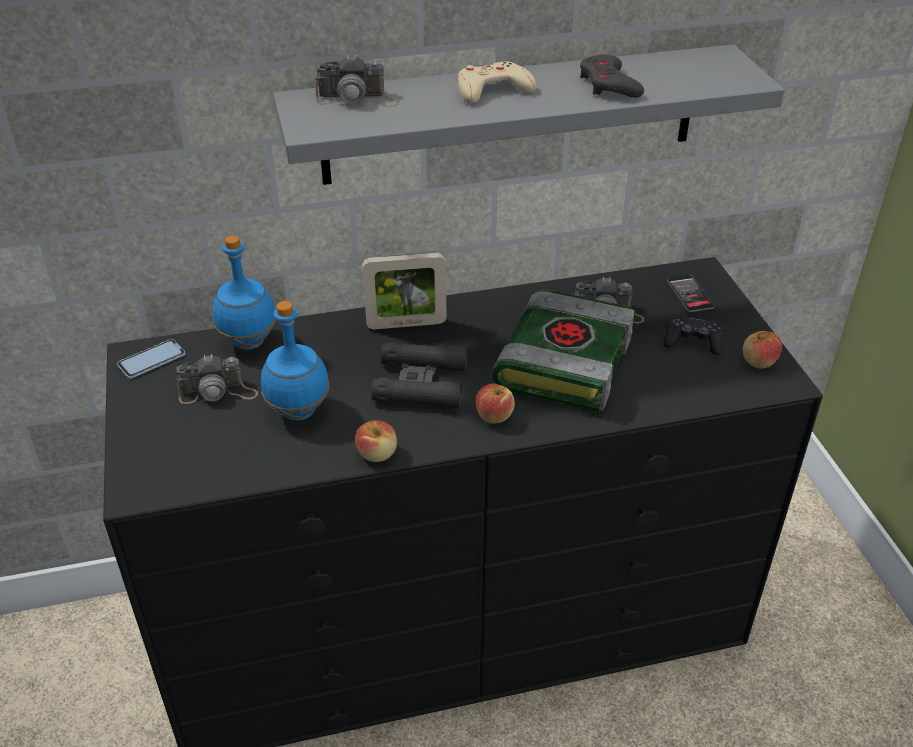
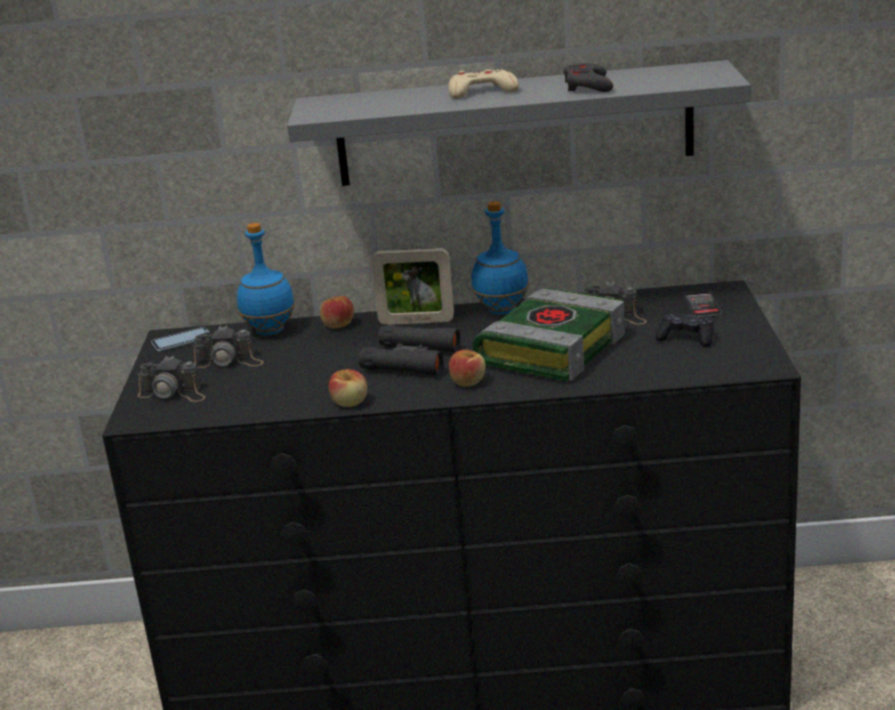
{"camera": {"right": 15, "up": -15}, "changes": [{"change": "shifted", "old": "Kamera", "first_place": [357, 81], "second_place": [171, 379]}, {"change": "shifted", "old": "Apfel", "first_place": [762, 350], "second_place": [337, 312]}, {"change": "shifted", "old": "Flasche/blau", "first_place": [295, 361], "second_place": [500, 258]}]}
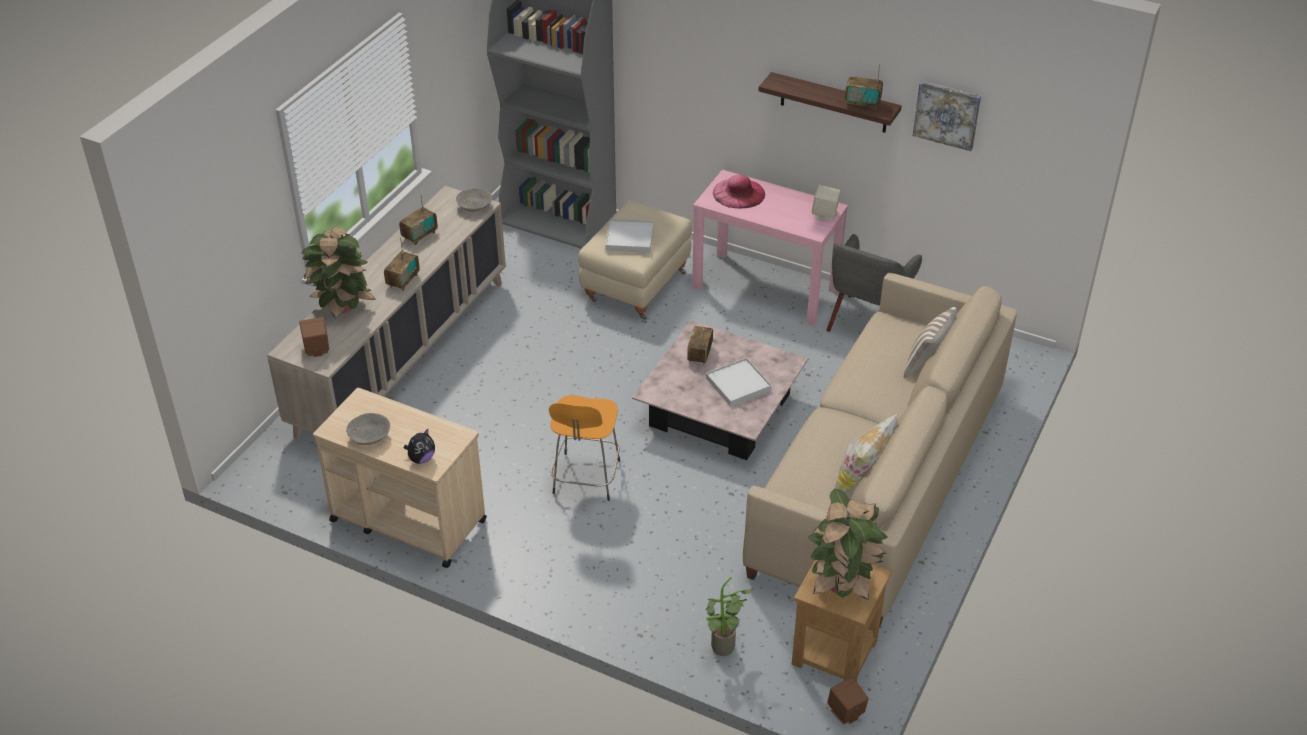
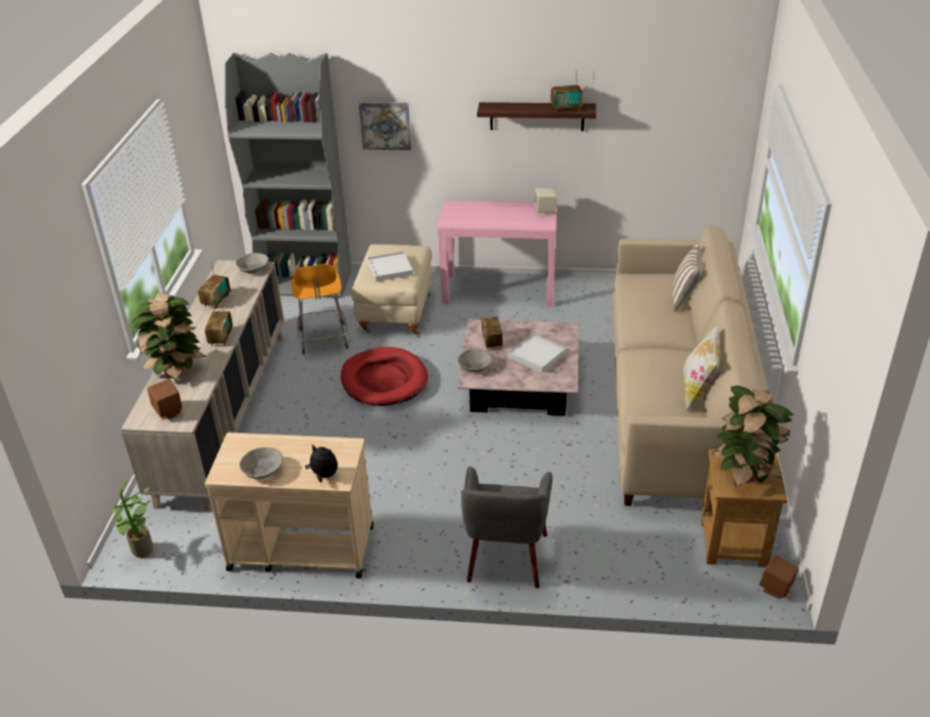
{"camera": {"right": -20, "up": -5}, "changes": [{"change": "shifted", "old": "Topfpflanze", "first_place": [730, 616], "second_place": [132, 519]}, {"change": "shifted", "old": "Hocker/orange", "first_place": [584, 448], "second_place": [319, 309]}, {"change": "rotated", "old": "Plüschtier", "first_place": [419, 446], "second_place": [321, 463], "degrees": -90}, {"change": "new", "new": "Hundebett/rot", "second_place": [384, 376]}, {"change": "shifted", "old": "Bild", "first_place": [947, 116], "second_place": [385, 126]}, {"change": "new", "new": "Schüssel/grau", "second_place": [475, 360]}, {"change": "shifted", "old": "Sessel/grau", "first_place": [874, 283], "second_place": [507, 527]}, {"change": "gone", "old": "Hut/rosa", "first_place": [739, 191]}]}
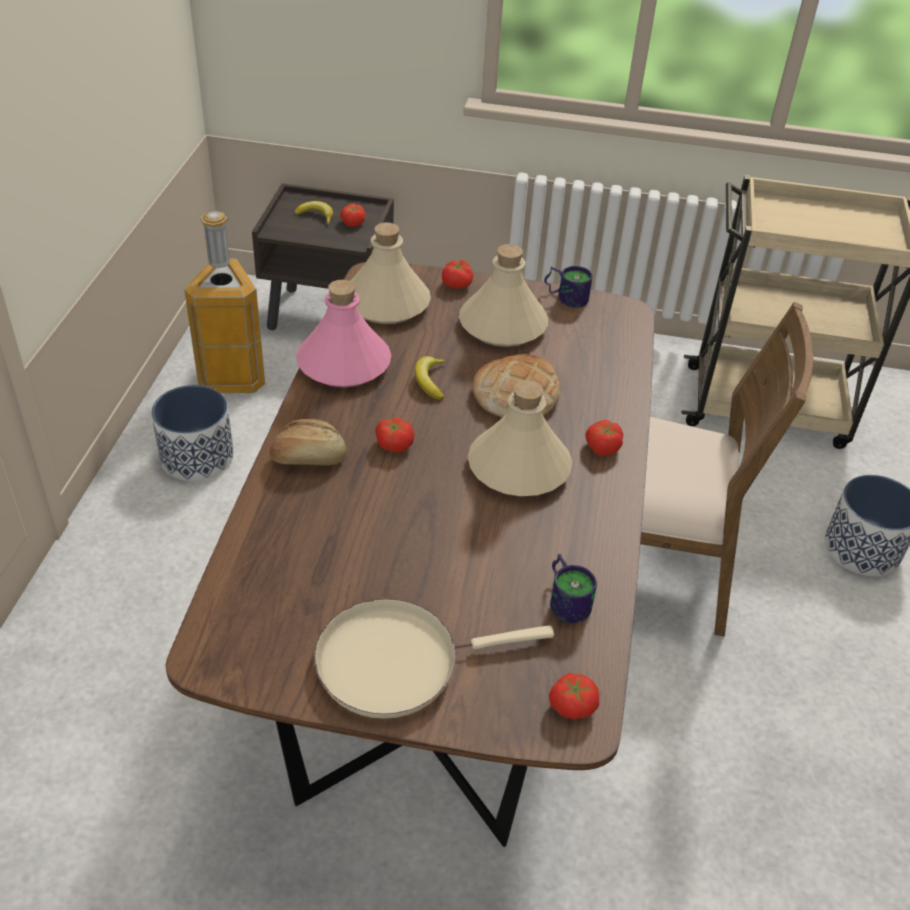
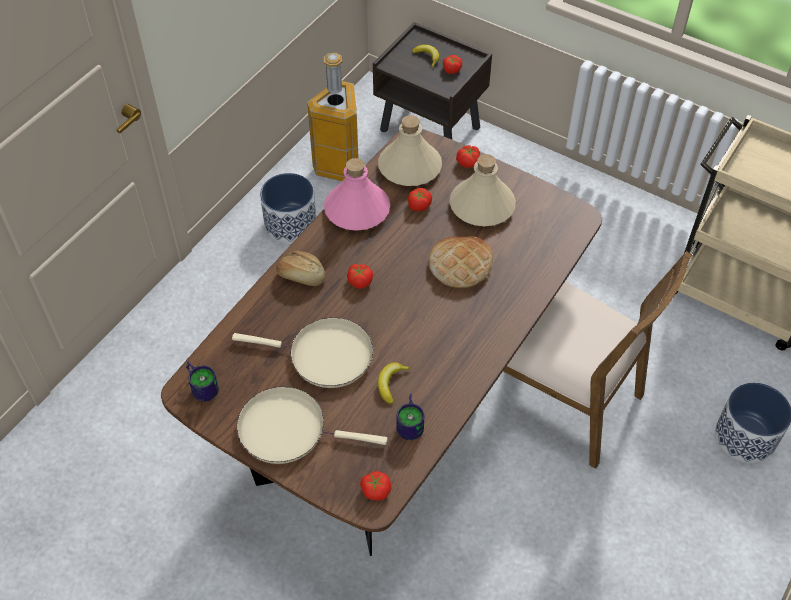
{"camera": {"right": 25, "up": 10}, "changes": [{"change": "shifted", "old": "Henkelbecher", "first_place": [568, 287], "second_place": [202, 381]}, {"change": "new", "new": "Pfanne/beige", "second_place": [302, 352]}, {"change": "shifted", "old": "Banane", "first_place": [430, 378], "second_place": [394, 383]}, {"change": "shifted", "old": "Tomate", "first_place": [604, 438], "second_place": [420, 199]}, {"change": "gone", "old": "Flasche/beige", "first_place": [520, 438]}]}
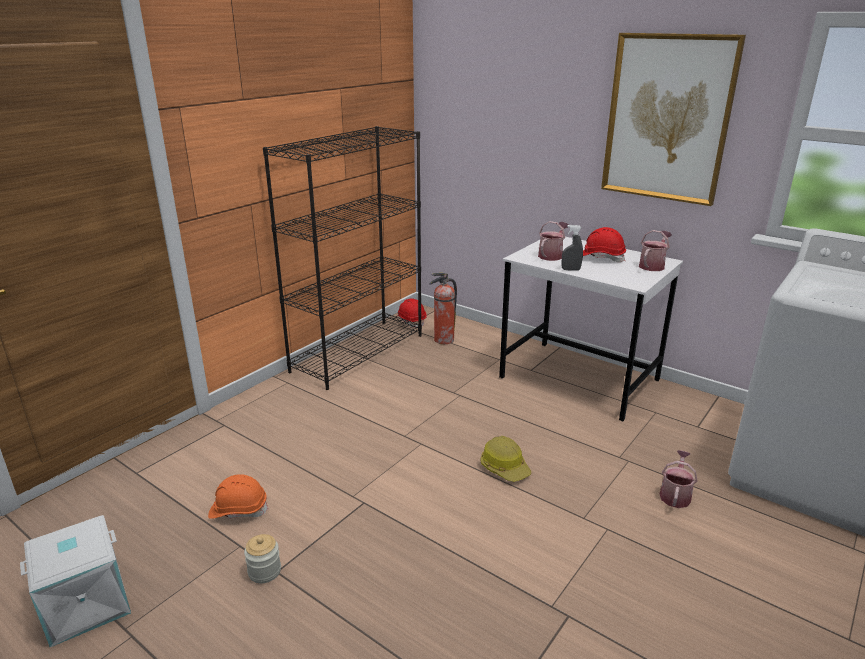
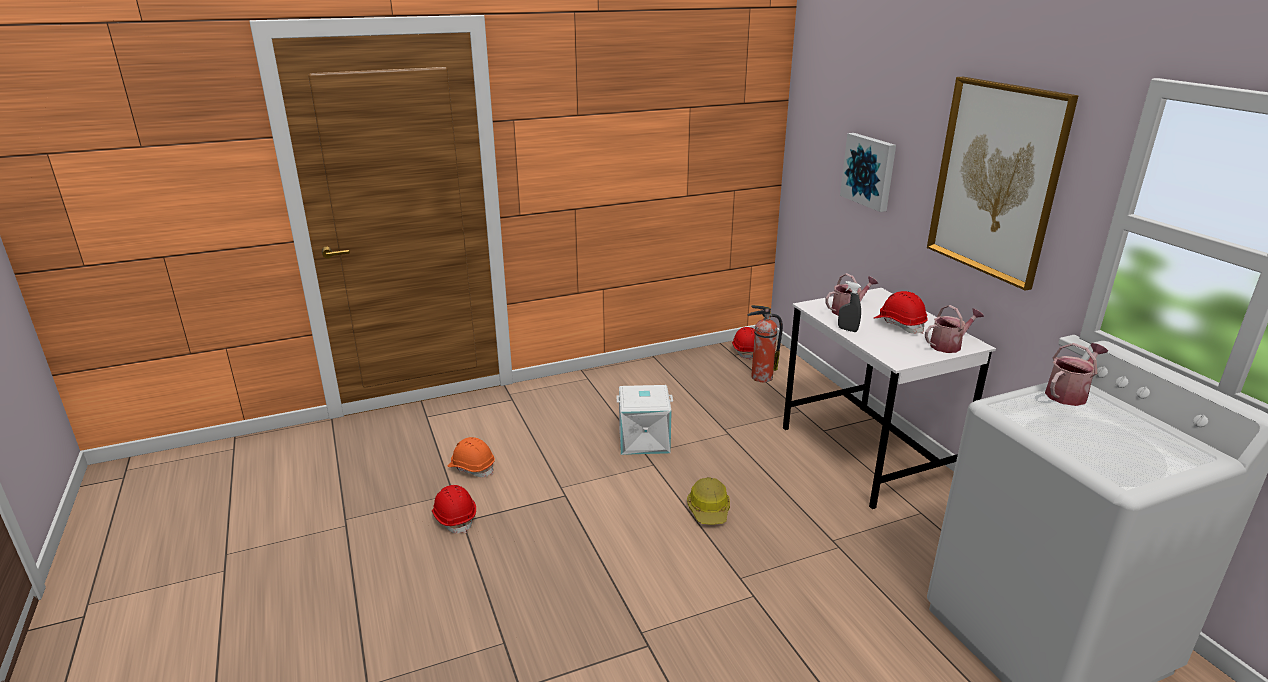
{"camera": {"right": 30, "up": 0}, "changes": [{"change": "swapped", "old": "Vorratsglas", "new": "Schutzhelm/rot", "first_place": [262, 558], "second_place": [454, 509]}, {"change": "shifted", "old": "Aufbewahrungsbox/weiß", "first_place": [75, 581], "second_place": [644, 420]}, {"change": "new", "new": "Bild", "second_place": [868, 172]}, {"change": "shifted", "old": "Gießkanne", "first_place": [678, 479], "second_place": [1076, 374]}, {"change": "gone", "old": "Bücherregal/schwarz", "first_place": [342, 258]}]}
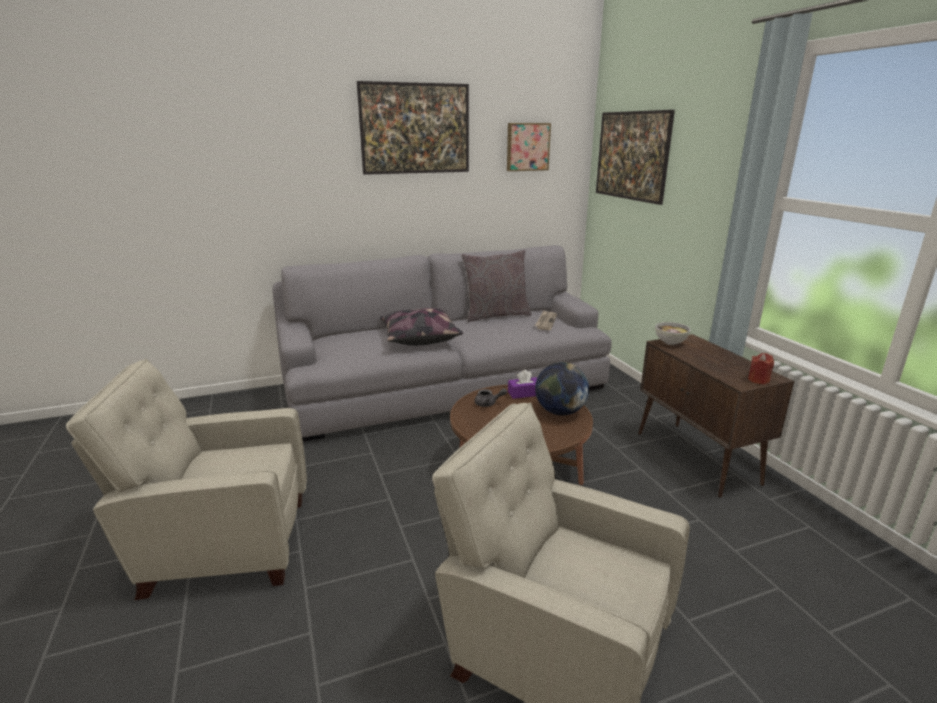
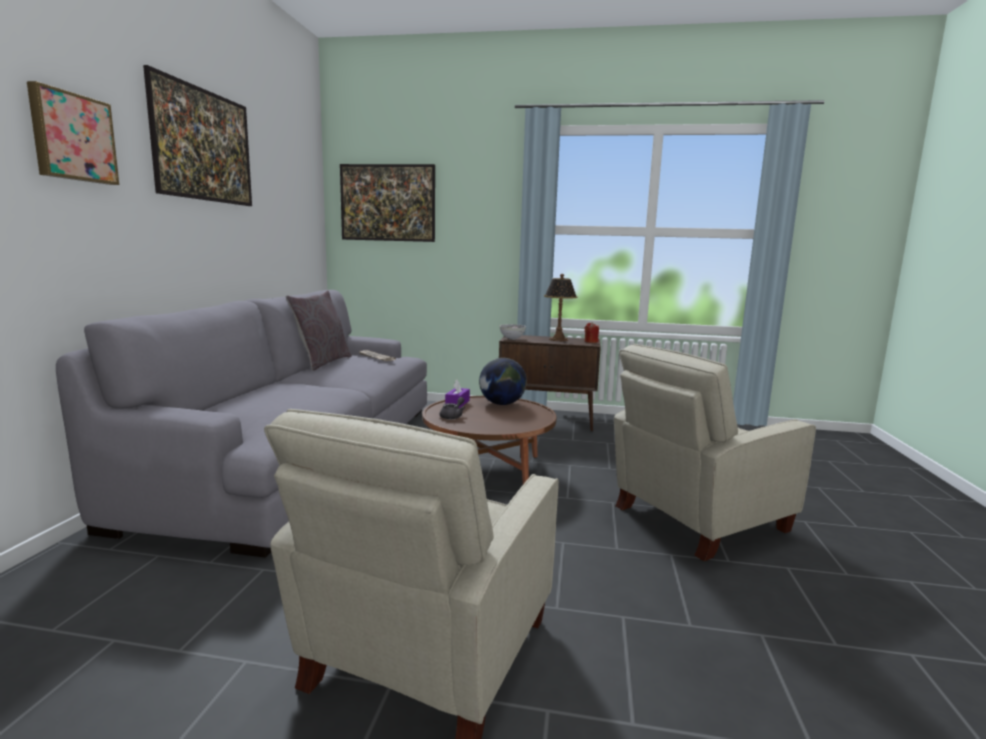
{"camera": {"right": -60, "up": -10}, "changes": [{"change": "shifted", "old": "Bild", "first_place": [529, 147], "second_place": [73, 133]}, {"change": "new", "new": "Tischlampe", "second_place": [561, 307]}, {"change": "gone", "old": "Kissen", "first_place": [421, 327]}]}
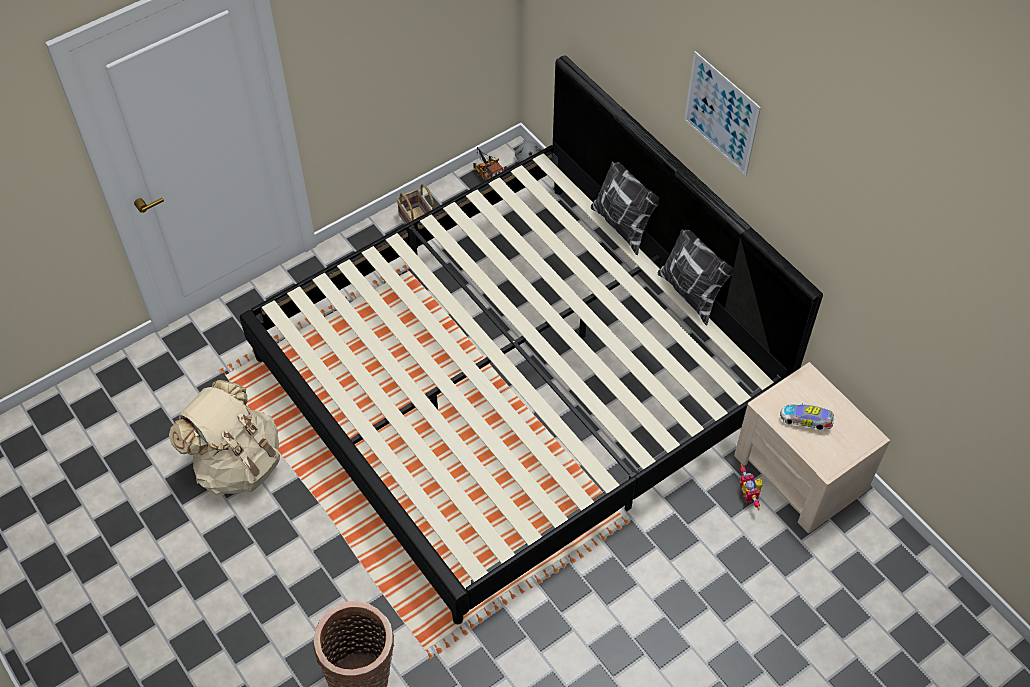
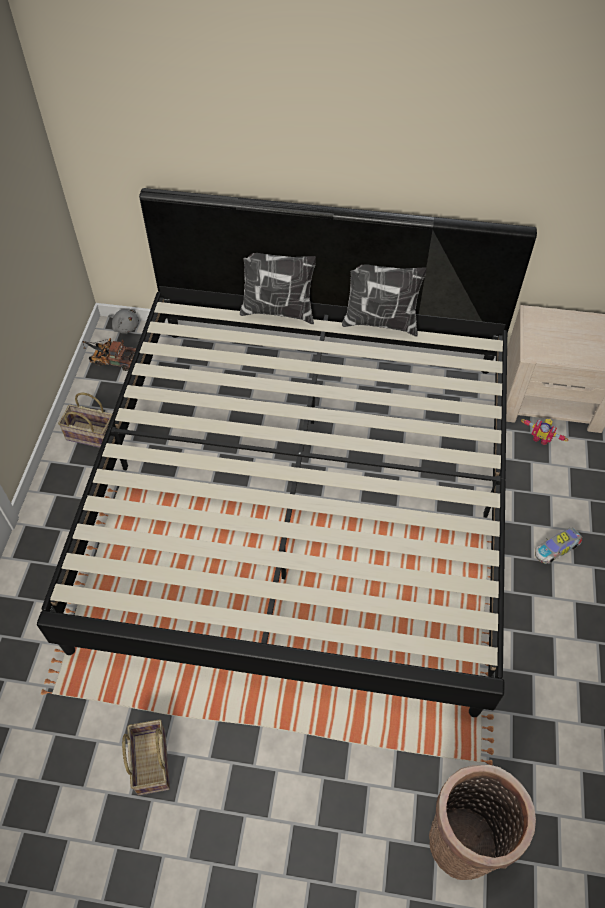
{"camera": {"right": -45, "up": 0}, "changes": [{"change": "swapped", "old": "Rucksack/beige", "new": "Korb", "first_place": [224, 438], "second_place": [146, 757]}, {"change": "shifted", "old": "Spielzeugauto", "first_place": [807, 416], "second_place": [558, 546]}, {"change": "gone", "old": "Bild", "first_place": [722, 113]}]}
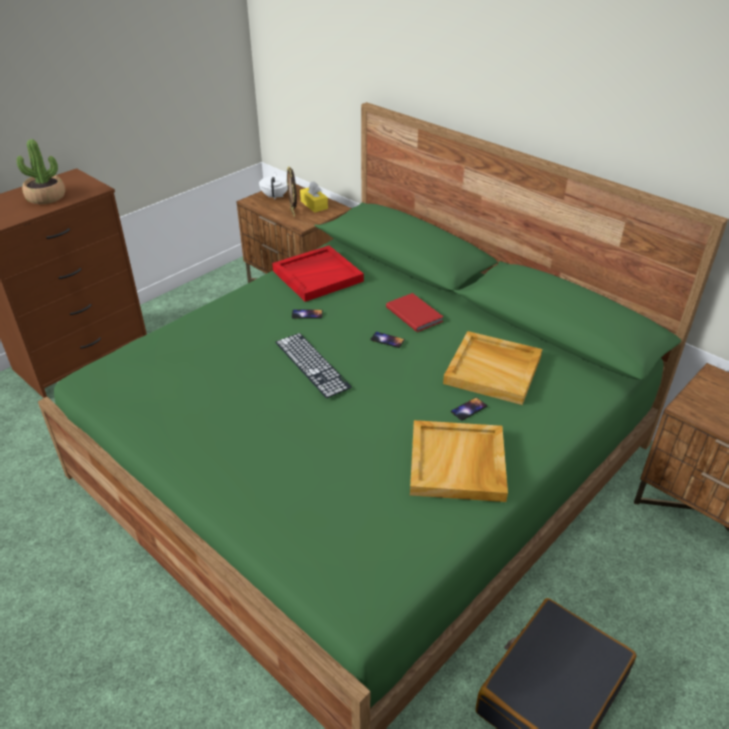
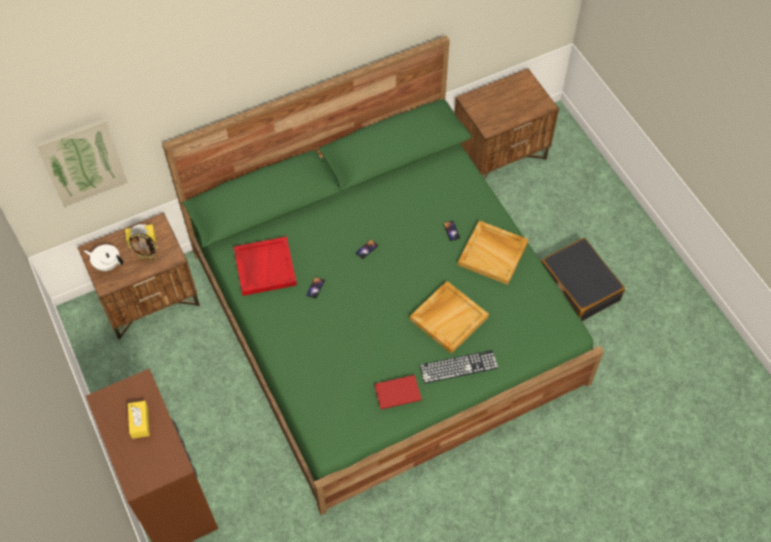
{"camera": {"right": -70, "up": 20}, "changes": [{"change": "new", "new": "Bild", "second_place": [81, 162]}, {"change": "swapped", "old": "Topfpflanze", "new": "Taschentuchbox/gelb", "first_place": [40, 171], "second_place": [139, 420]}, {"change": "shifted", "old": "Buch/rot", "first_place": [414, 312], "second_place": [398, 392]}, {"change": "shifted", "old": "Tablett/beige", "first_place": [492, 368], "second_place": [449, 317]}, {"change": "shifted", "old": "Tastatur", "first_place": [313, 365], "second_place": [458, 367]}]}
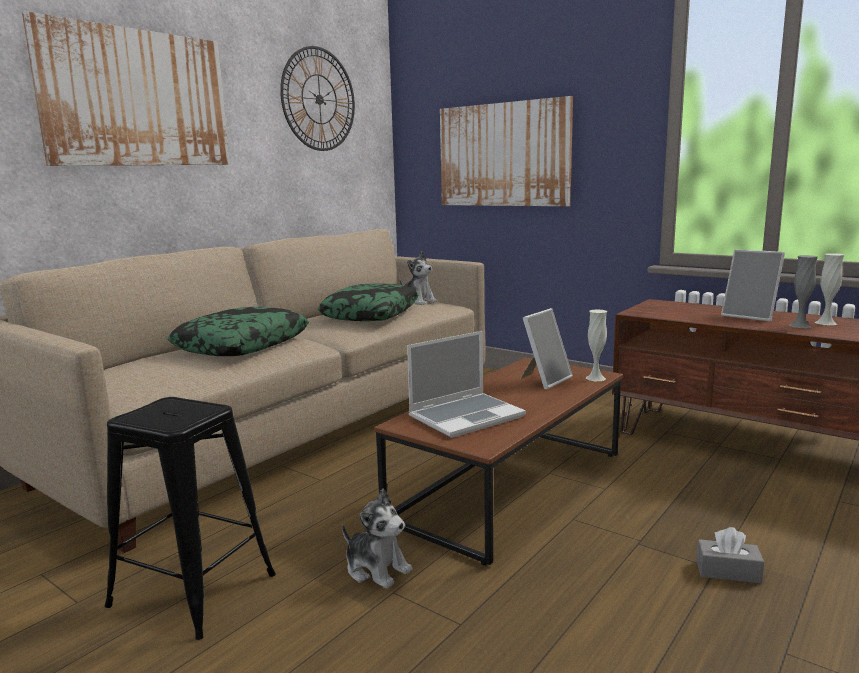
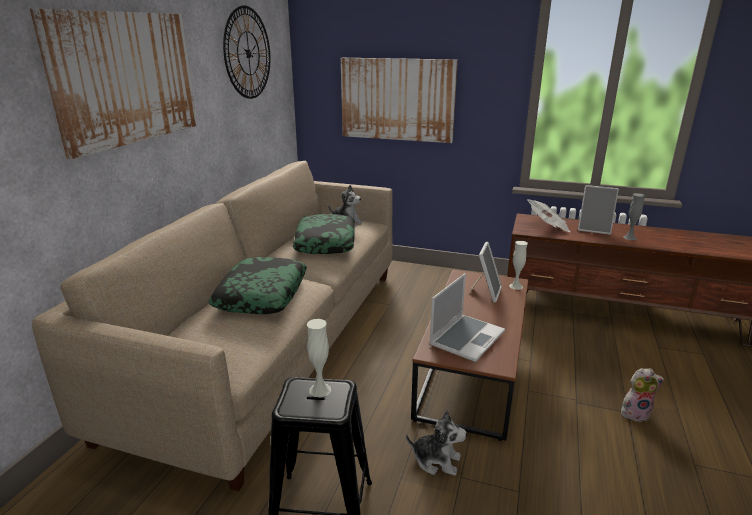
{"camera": {"right": -20, "up": 10}, "changes": [{"change": "shifted", "old": "Vase/weiß", "first_place": [829, 289], "second_place": [318, 358]}, {"change": "new", "new": "Zeitung", "second_place": [548, 215]}, {"change": "swapped", "old": "Taschentuchbox/grau", "new": "Plüschtier", "first_place": [730, 555], "second_place": [642, 395]}]}
